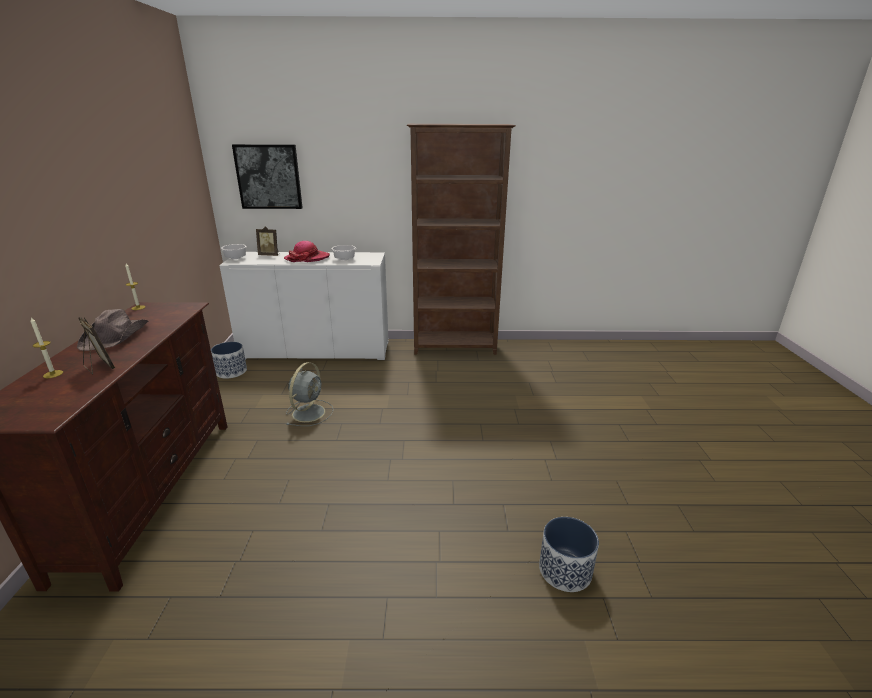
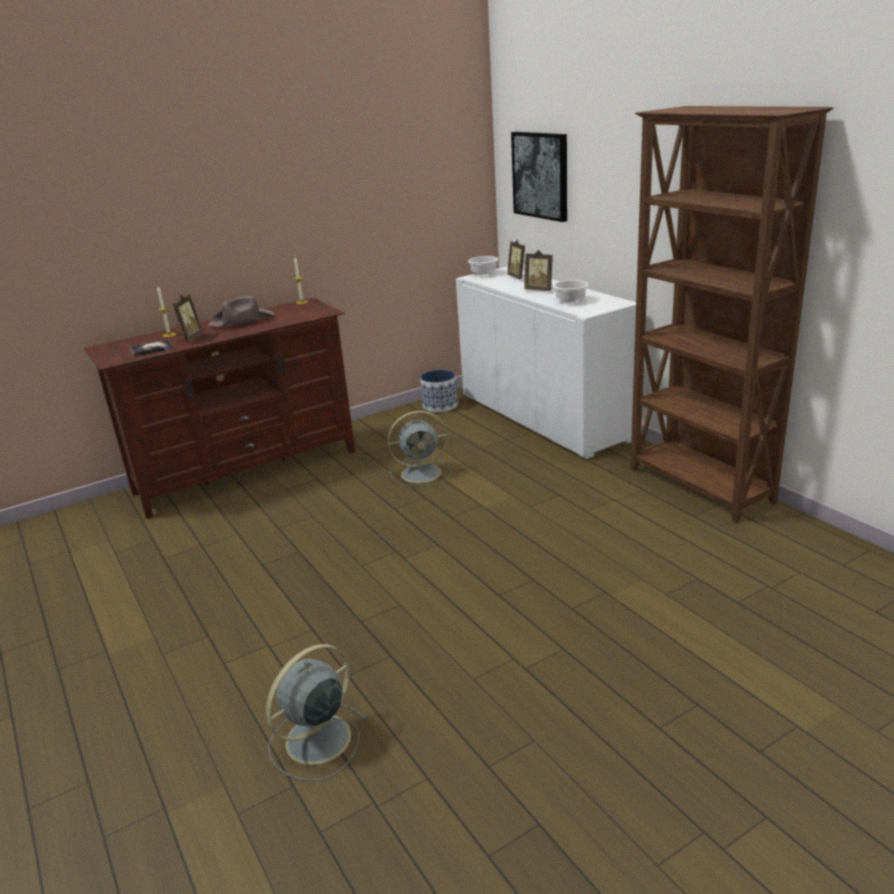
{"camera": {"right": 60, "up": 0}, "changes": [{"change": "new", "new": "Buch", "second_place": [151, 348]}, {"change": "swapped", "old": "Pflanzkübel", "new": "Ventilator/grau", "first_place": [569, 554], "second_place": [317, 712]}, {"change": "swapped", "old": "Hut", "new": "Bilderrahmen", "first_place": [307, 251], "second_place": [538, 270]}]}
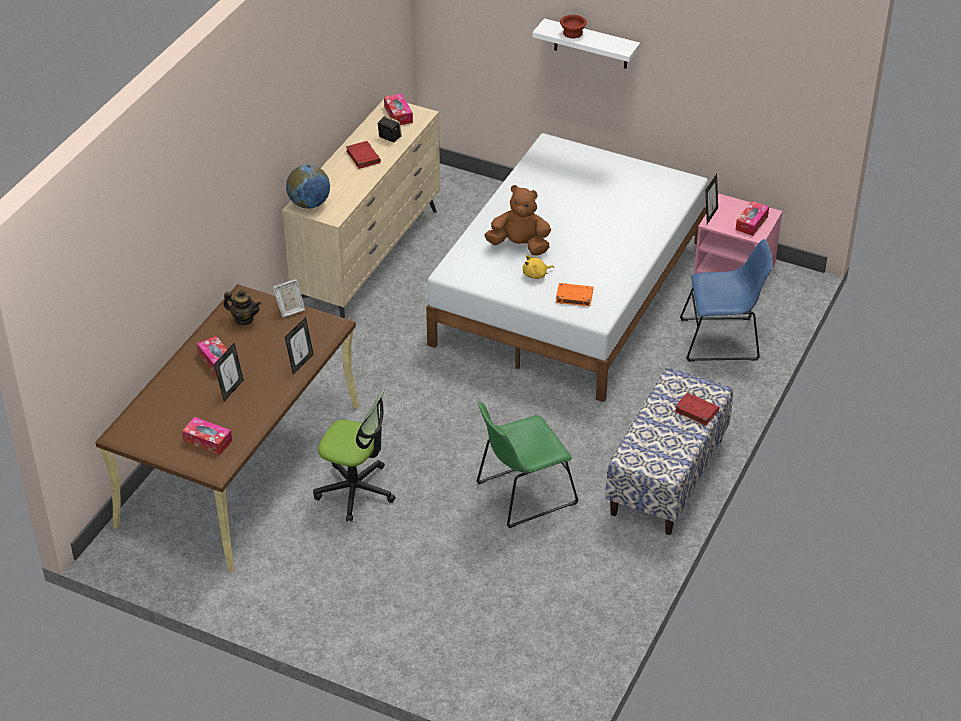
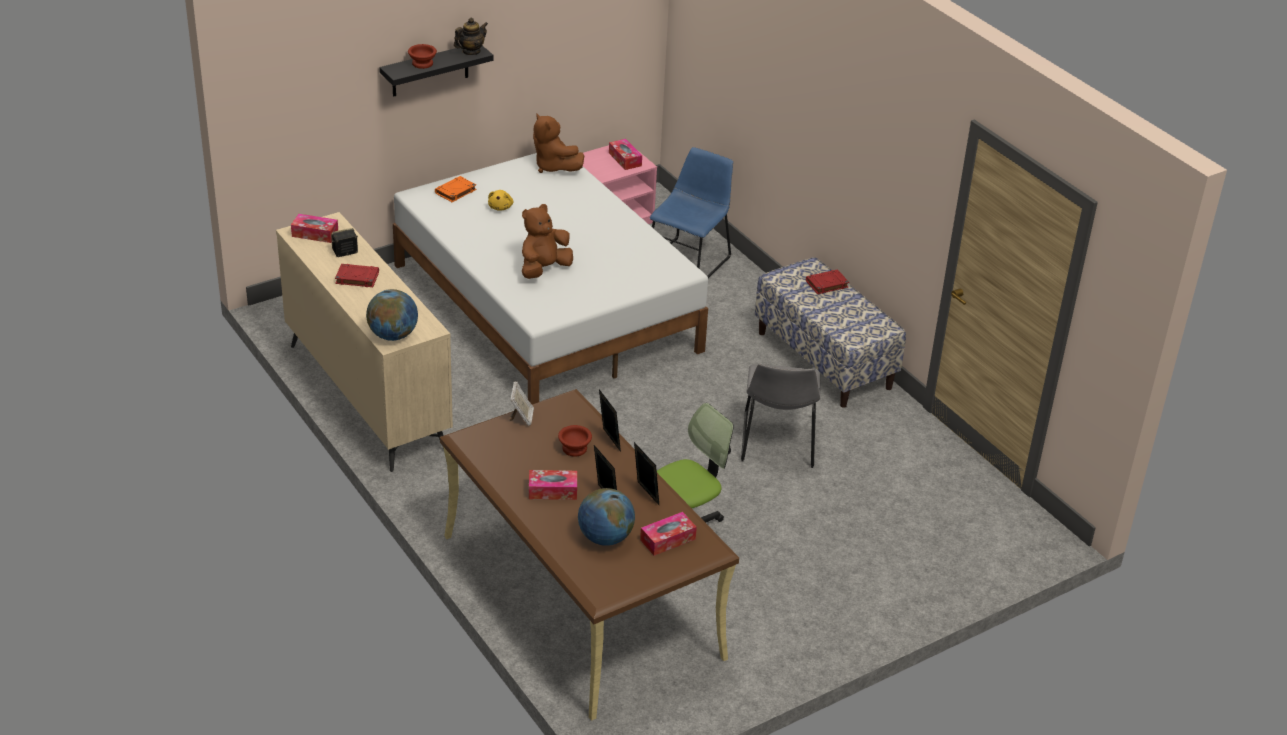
{"camera": {"right": -60, "up": -5}, "changes": [{"change": "repainted", "old": "Wandregal/weiß", "new": "Wandregal/schwarz", "first_place": [586, 43], "second_place": [436, 71]}, {"change": "shifted", "old": "Buch/orange", "first_place": [574, 294], "second_place": [455, 189]}, {"change": "shifted", "old": "Teekanne", "first_place": [242, 307], "second_place": [471, 36]}, {"change": "shifted", "old": "Plüschtier/gelb", "first_place": [538, 267], "second_place": [500, 200]}, {"change": "new", "new": "Plüschtier/braun", "second_place": [558, 143]}, {"change": "new", "new": "Schüssel/braun", "second_place": [575, 441]}, {"change": "new", "new": "Globus", "second_place": [606, 517]}, {"change": "shifted", "old": "Bilderrahmen", "first_place": [711, 199], "second_place": [646, 473]}, {"change": "repainted", "old": "Stuhl/grün", "new": "Stuhl/grau", "first_place": [527, 465], "second_place": [780, 416]}]}
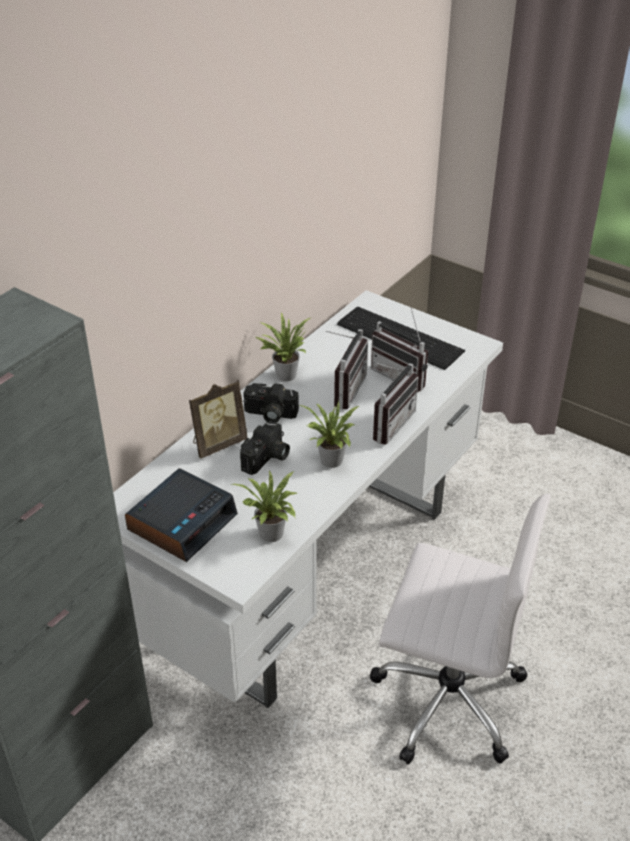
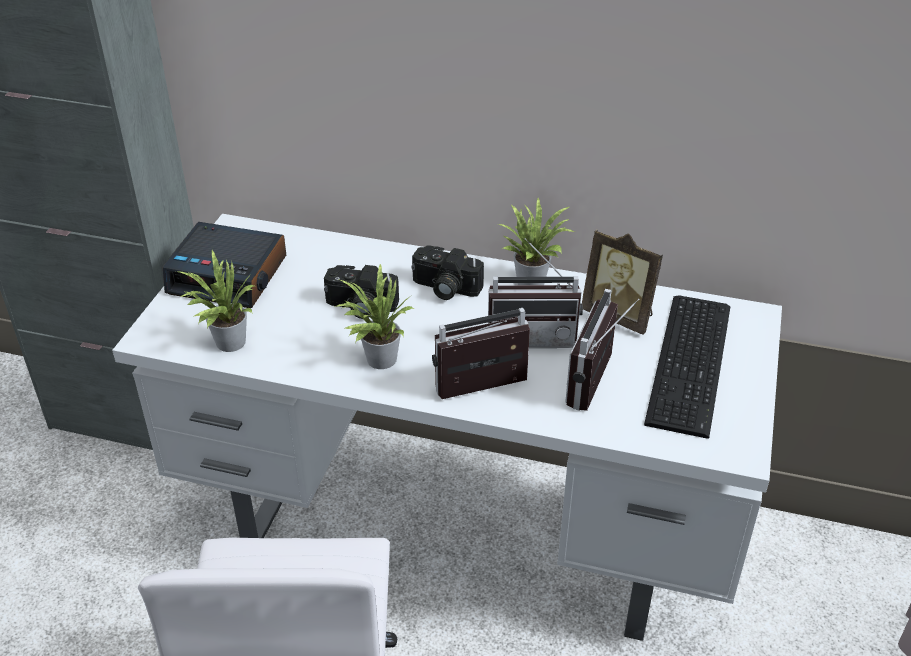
{"camera": {"right": 70, "up": 0}, "changes": [{"change": "rotated", "old": "Kamera", "first_place": [271, 403], "second_place": [447, 272], "degrees": -60}, {"change": "rotated", "old": "Radio", "first_place": [395, 403], "second_place": [481, 353], "degrees": 150}, {"change": "shifted", "old": "Bilderrahmen", "first_place": [218, 419], "second_place": [622, 282]}]}
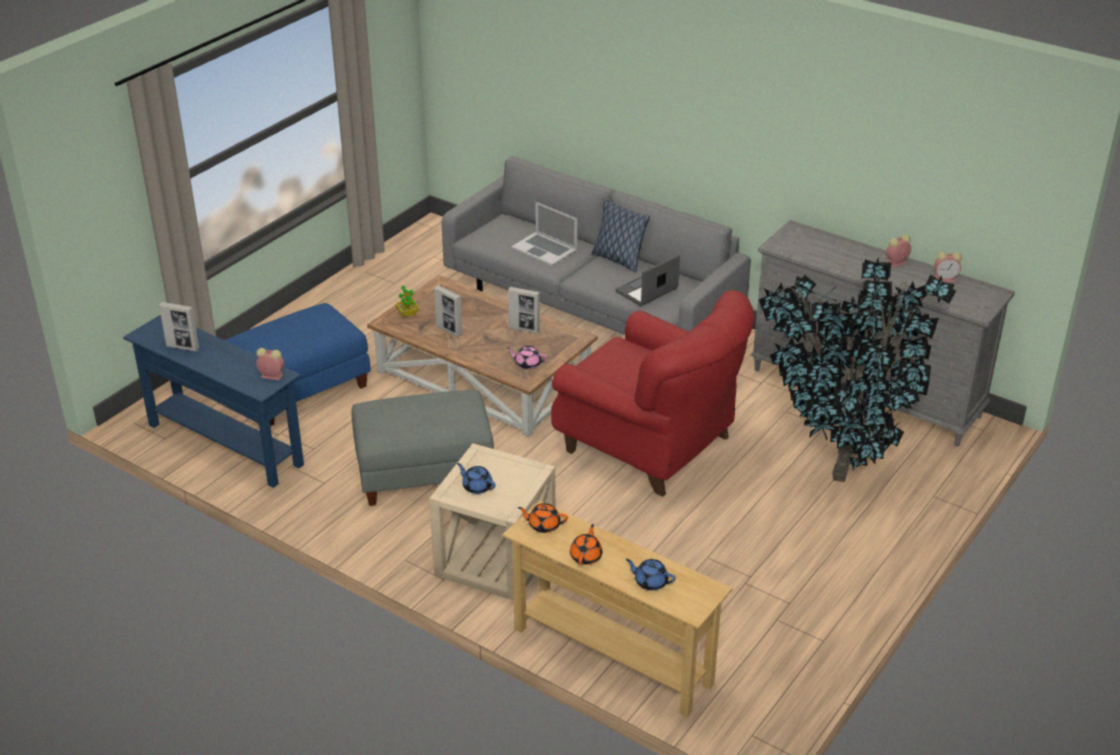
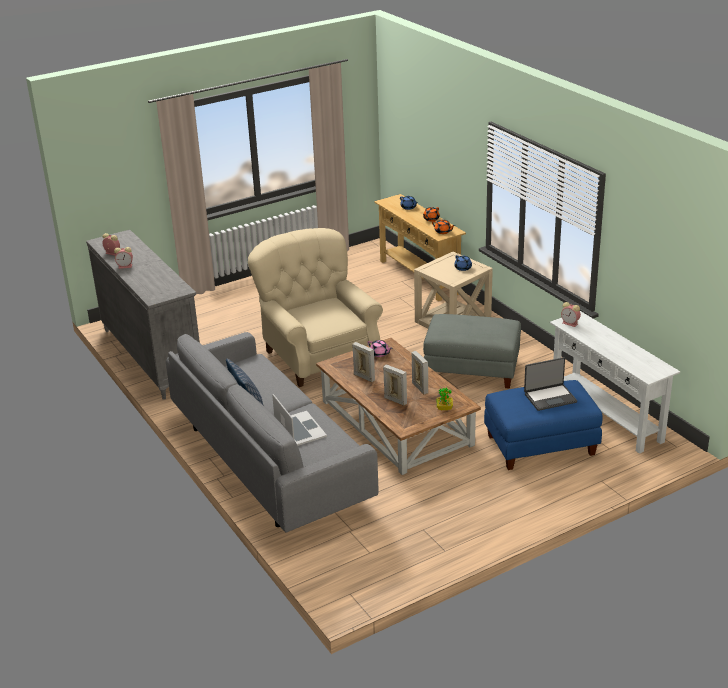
{"camera": {"right": -155, "up": -5}, "changes": [{"change": "repainted", "old": "Sessel/rot", "new": "Sessel/beige", "first_place": [653, 393], "second_place": [315, 307]}, {"change": "shifted", "old": "Bilderrahmen", "first_place": [179, 326], "second_place": [395, 385]}, {"change": "shifted", "old": "Laptop", "first_place": [648, 280], "second_place": [550, 384]}, {"change": "repainted", "old": "Konsolentisch/blau", "new": "Konsolentisch/weiß", "first_place": [213, 401], "second_place": [615, 382]}, {"change": "gone", "old": "Topfpflanze", "first_place": [857, 370]}]}
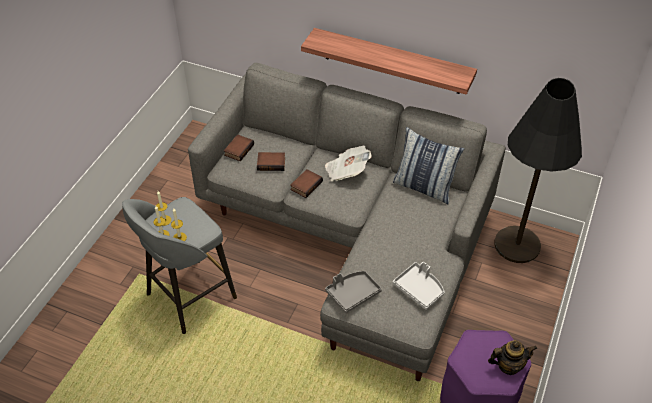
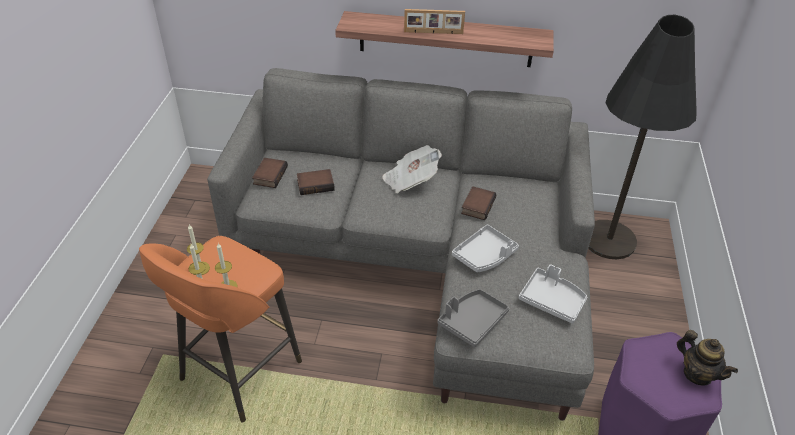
{"camera": {"right": -15, "up": -5}, "changes": [{"change": "repainted", "old": "Hocker/grau", "new": "Hocker/orange", "first_place": [179, 265], "second_place": [220, 329]}, {"change": "new", "new": "Bilderrahmen", "second_place": [434, 21]}, {"change": "new", "new": "Tablett/grau", "second_place": [485, 248]}, {"change": "shifted", "old": "Buch", "first_place": [306, 183], "second_place": [478, 203]}, {"change": "rotated", "old": "Teekanne", "first_place": [512, 358], "second_place": [707, 357], "degrees": 75}, {"change": "gone", "old": "Kissen", "first_place": [428, 165]}]}
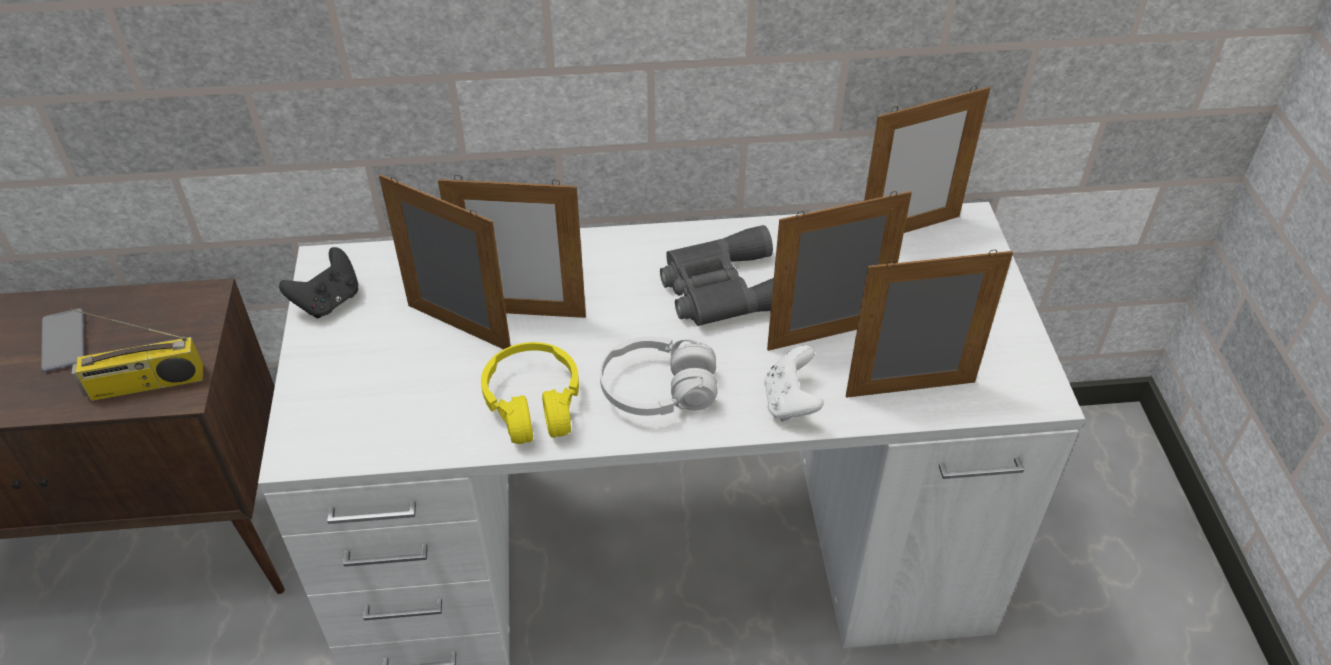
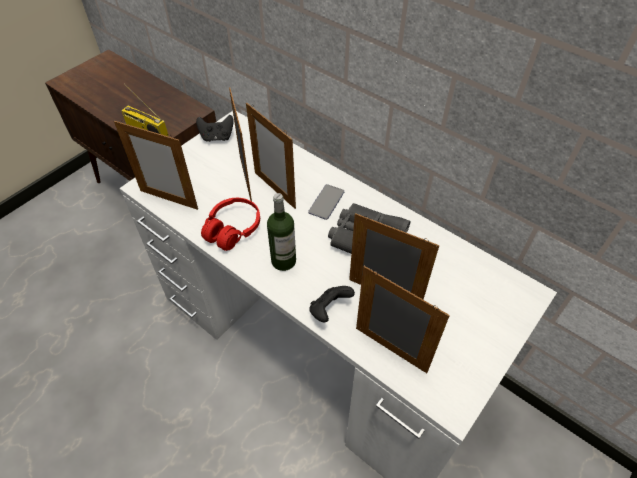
{"camera": {"right": 45, "up": 5}, "changes": [{"change": "shifted", "old": "Bilderrahmen", "first_place": [927, 159], "second_place": [156, 165]}, {"change": "repainted", "old": "Kopfhörer/gelb", "new": "Kopfhörer/rot", "first_place": [530, 393], "second_place": [230, 224]}, {"change": "swapped", "old": "Kopfhörer/weiß", "new": "Flasche", "first_place": [659, 376], "second_place": [281, 232]}, {"change": "shifted", "old": "Handy", "first_place": [62, 340], "second_place": [326, 202]}, {"change": "repainted", "old": "Gamepad/weiß", "new": "Gamepad/schwarz", "first_place": [794, 383], "second_place": [332, 304]}]}
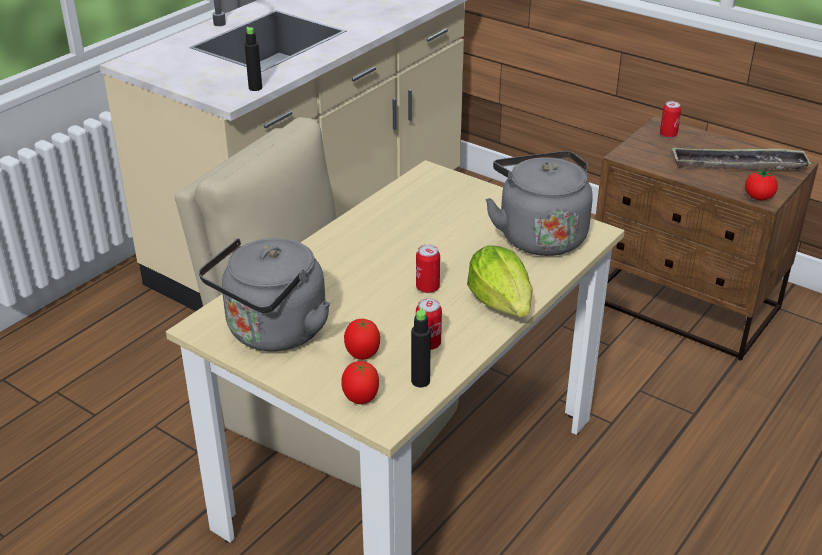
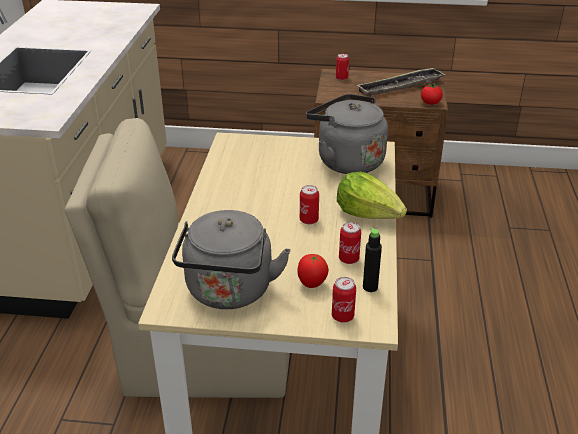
{"camera": {"right": -30, "up": 0}, "changes": [{"change": "swapped", "old": "Tomate", "new": "Dose", "first_place": [360, 382], "second_place": [344, 300]}, {"change": "gone", "old": "Flasche/schwarz", "first_place": [253, 59]}]}
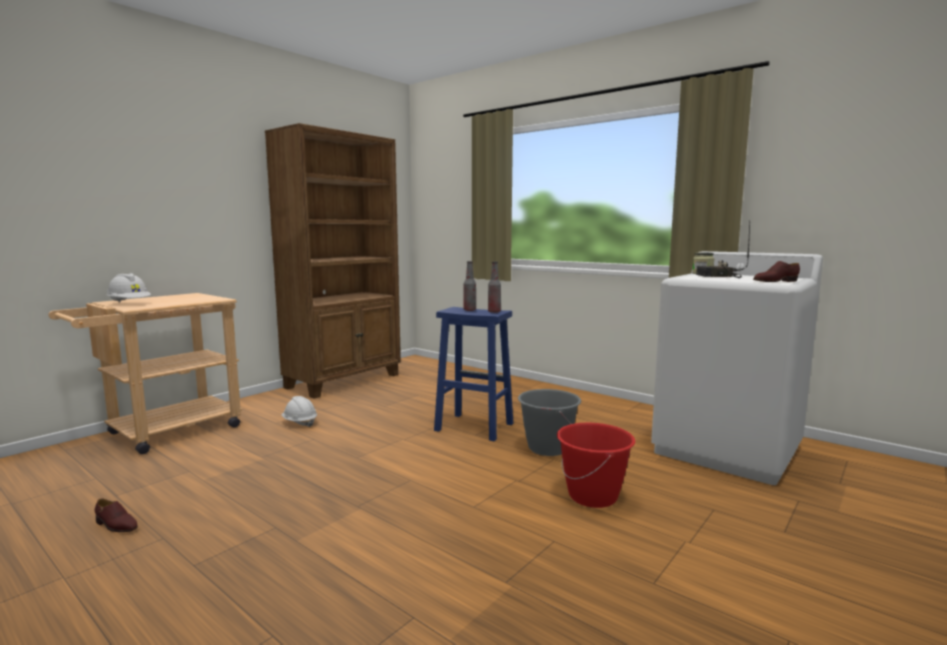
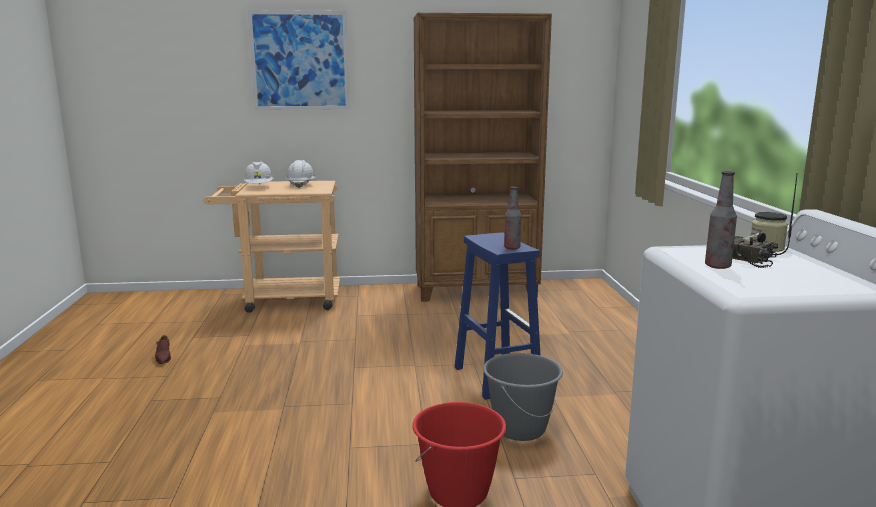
{"camera": {"right": 45, "up": 5}, "changes": [{"change": "new", "new": "Bild", "second_place": [299, 60]}, {"change": "shifted", "old": "Schutzhelm/weiß", "first_place": [299, 411], "second_place": [300, 174]}, {"change": "shifted", "old": "Flasche", "first_place": [469, 286], "second_place": [721, 220]}, {"change": "gone", "old": "Schuh/braun", "first_place": [776, 271]}]}
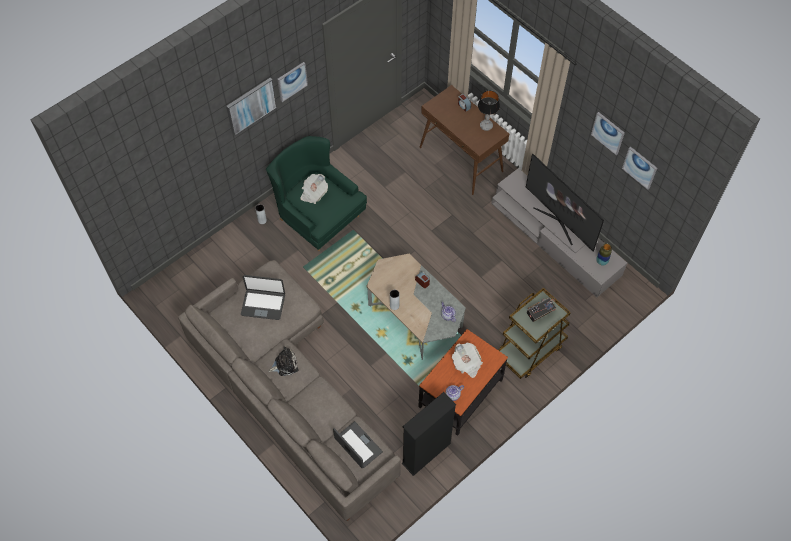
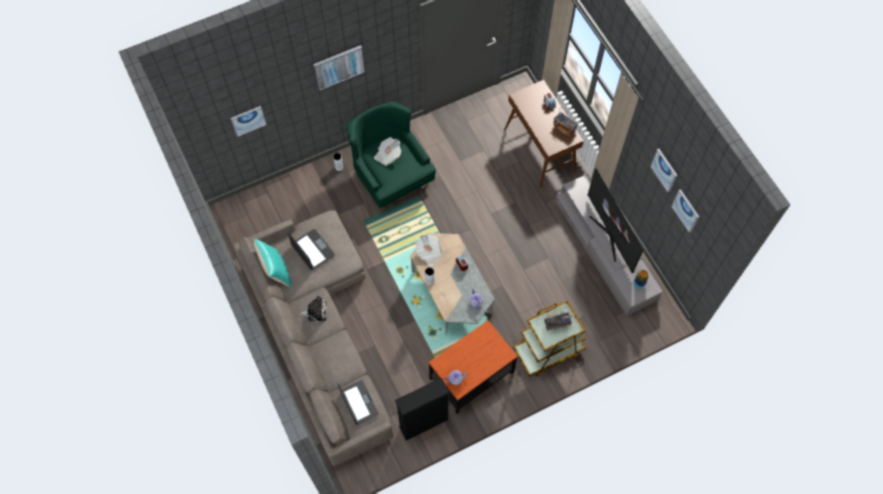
{"camera": {"right": 15, "up": 5}, "changes": [{"change": "shifted", "old": "Bild", "first_place": [292, 82], "second_place": [248, 121]}, {"change": "new", "new": "Kissen/türkis", "second_place": [272, 263]}, {"change": "rotated", "old": "Laptop", "first_place": [263, 297], "second_place": [311, 249], "degrees": -150}, {"change": "shifted", "old": "Zeitung", "first_place": [467, 360], "second_place": [429, 250]}, {"change": "swapped", "old": "Tischlampe", "new": "Radio", "first_place": [489, 110], "second_place": [565, 121]}]}
